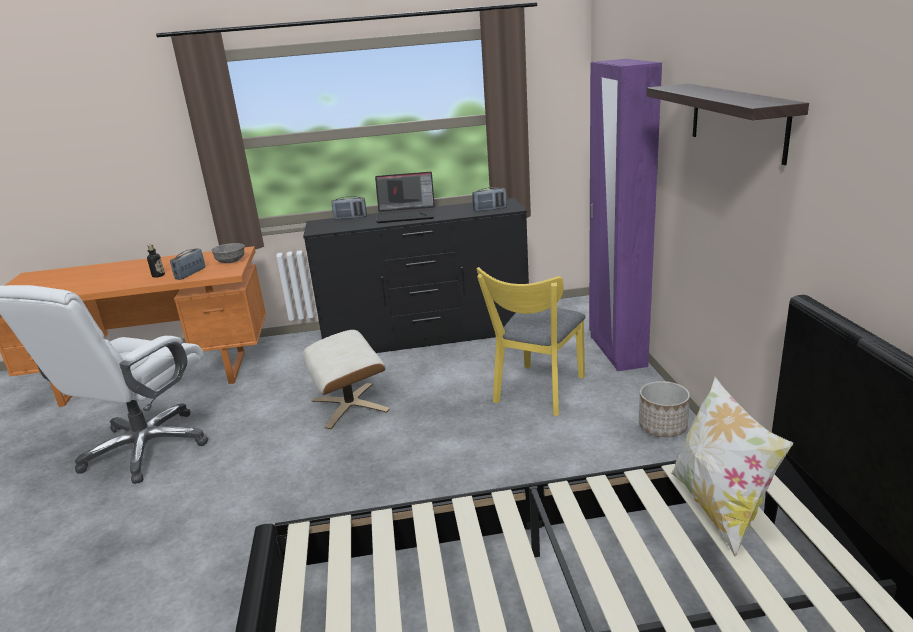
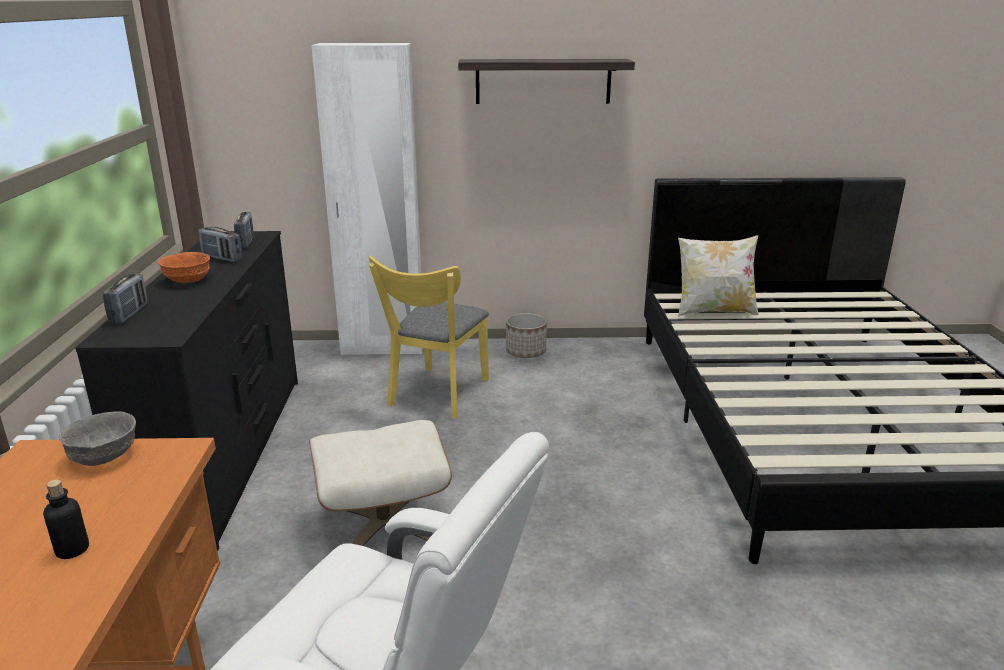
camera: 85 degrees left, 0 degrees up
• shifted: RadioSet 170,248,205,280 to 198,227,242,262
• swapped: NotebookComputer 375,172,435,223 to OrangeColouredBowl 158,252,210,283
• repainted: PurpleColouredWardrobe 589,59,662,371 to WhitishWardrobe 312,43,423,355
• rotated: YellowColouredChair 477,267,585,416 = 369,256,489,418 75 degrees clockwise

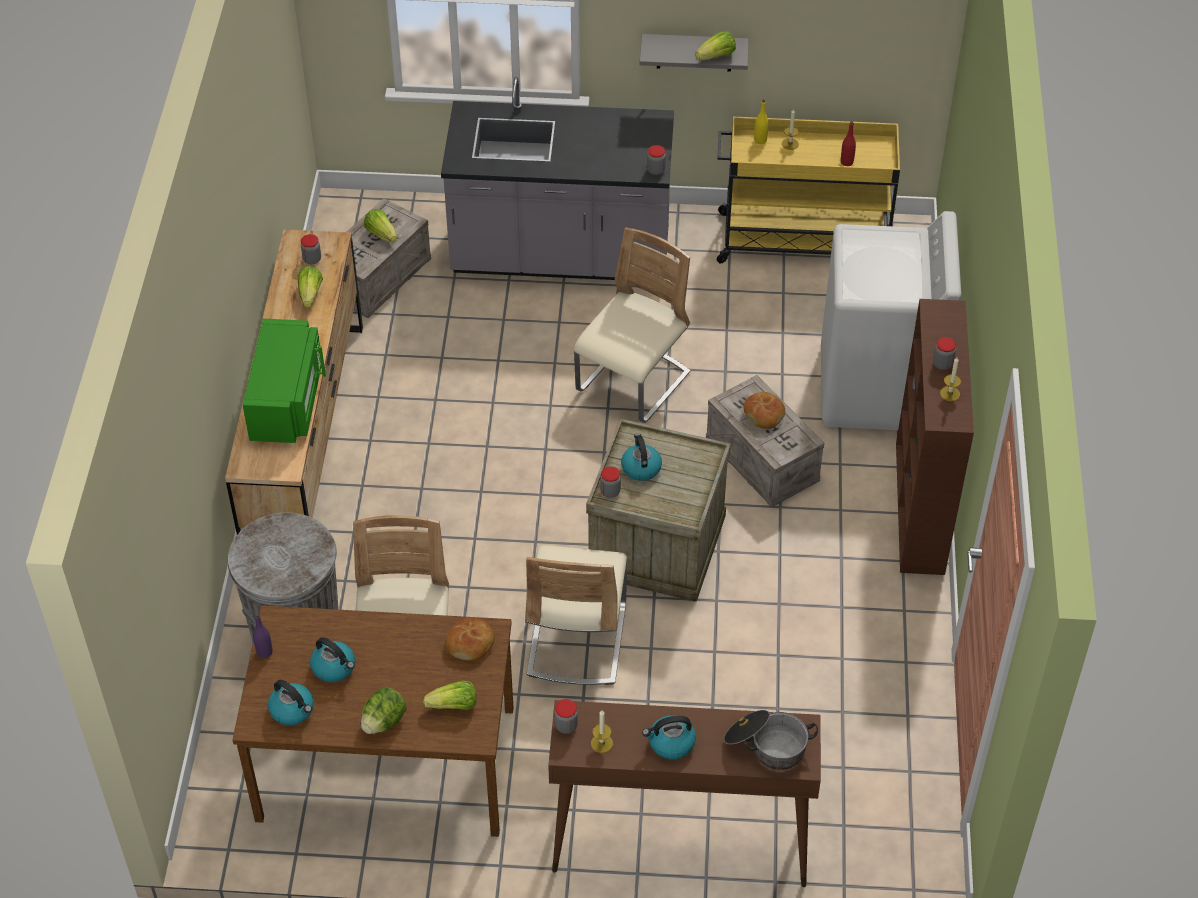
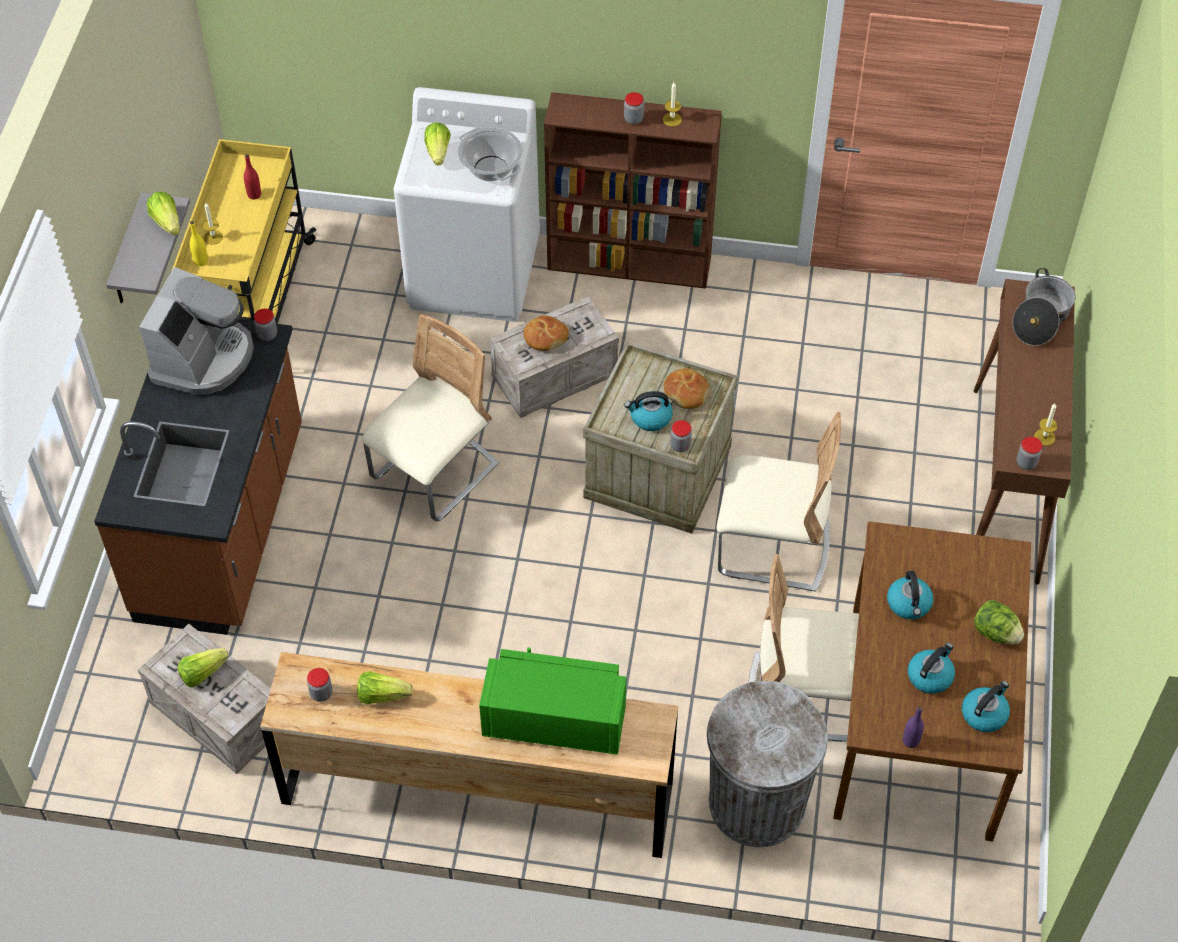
camera: 85 degrees left, 5 degrees up
• new: CoffeeMachine 139,267,254,395
• new: Saucepot 457,127,523,181
• shifted: HeadOfLettuce 423,680,477,710 to 424,122,451,165
• shifted: BakedBread 445,617,495,661 to 664,368,709,409
• shifted: TeaKettle 642,715,696,759 to 887,571,933,619
• repainted: GrayKitchenCounter 441,77,674,280 to BrownColouredKitchenCounter 94,319,302,635
• rotated: SandColouredChair 574,227,691,423 = 362,314,499,522 90 degrees clockwise

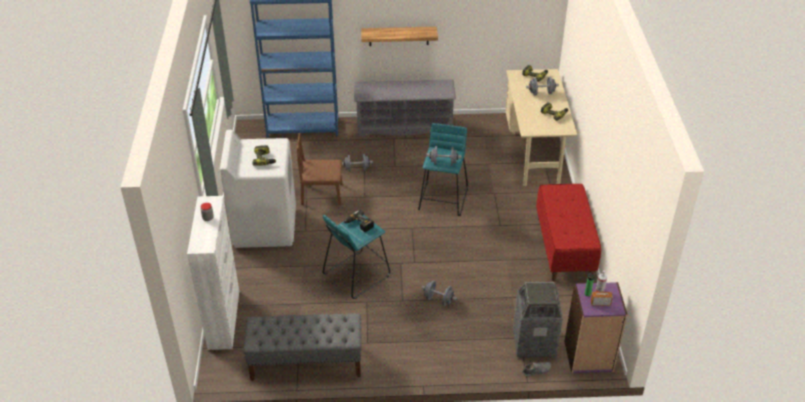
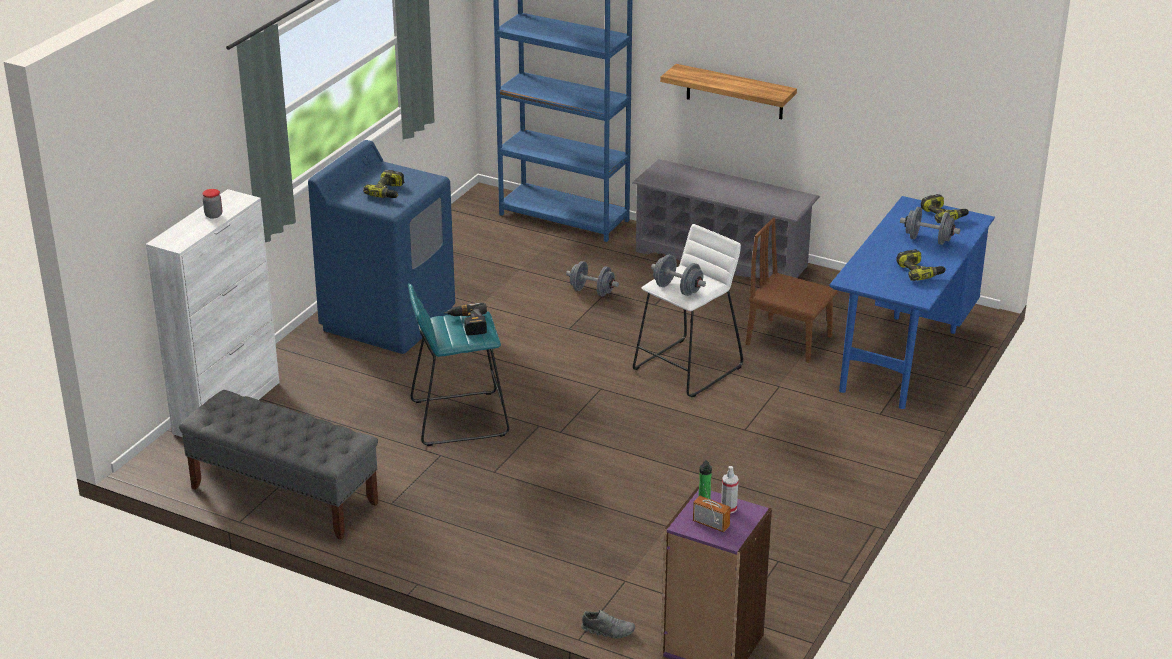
camera: 30 degrees right, 10 degrees down
• gone: GrayFreeWeight 422,280,457,306
• gone: RubbishBin 513,282,563,357
• gone: ReddishLongSeat 536,184,601,281
• shifted: BrownColouredChair 297,133,342,205 to 746,218,838,363
• repainted: WhitishLaundryAppliance 220,130,296,248 to BlueLaundryAppliance 308,140,455,354
• repainted: TurquoiseStool 418,123,468,216 to WhitishStool 633,224,743,397
• repainted: SandColouredDeskTable 505,69,577,186 to BlueDeskTable 829,196,995,409

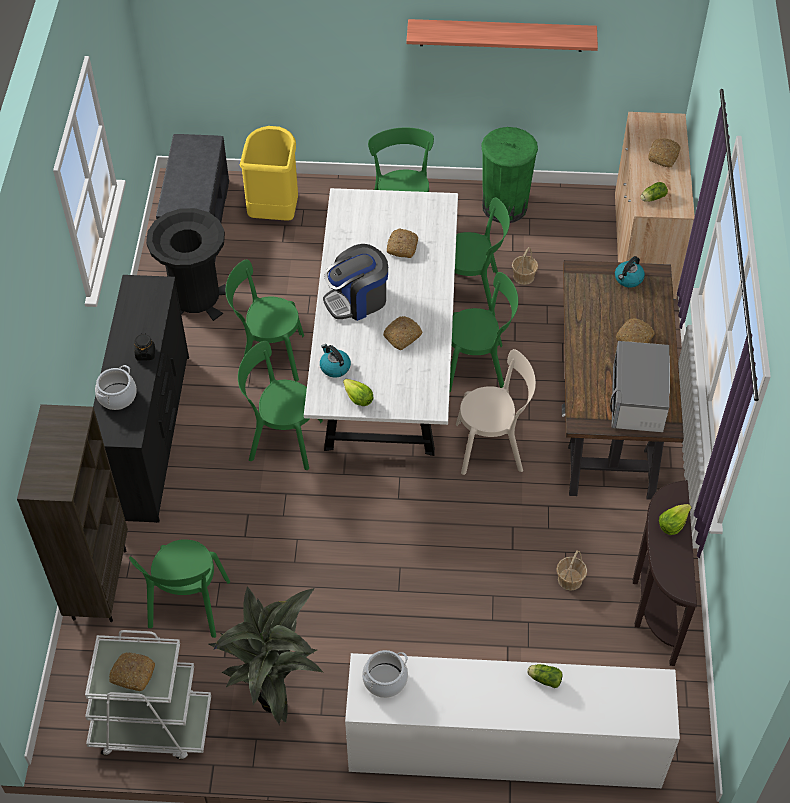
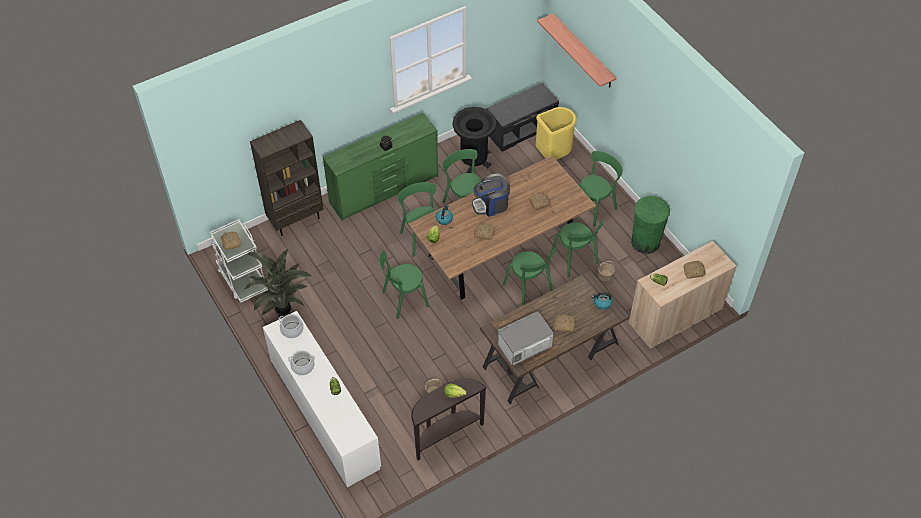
camera: 55 degrees right, 0 degrees up
• gone: SandColouredChair 456,349,536,475
• shifted: Saucepot 95,365,137,410 to 288,350,315,375
• shifted: GreenColouredChair 129,539,230,638 to 379,250,429,319
• shifted: BracketShelf 406,19,598,52 to 537,14,616,88
• repainted: BlackishDresser 93,275,189,523 to GreenColouredDresser 322,113,438,221
• repainted: WhitishKitchenTable 304,188,458,456 to BrownColouredKitchenTable 408,156,596,300
• rotated: CoffeeMachine 323,244,388,321 = 472,174,510,217 45 degrees counterclockwise

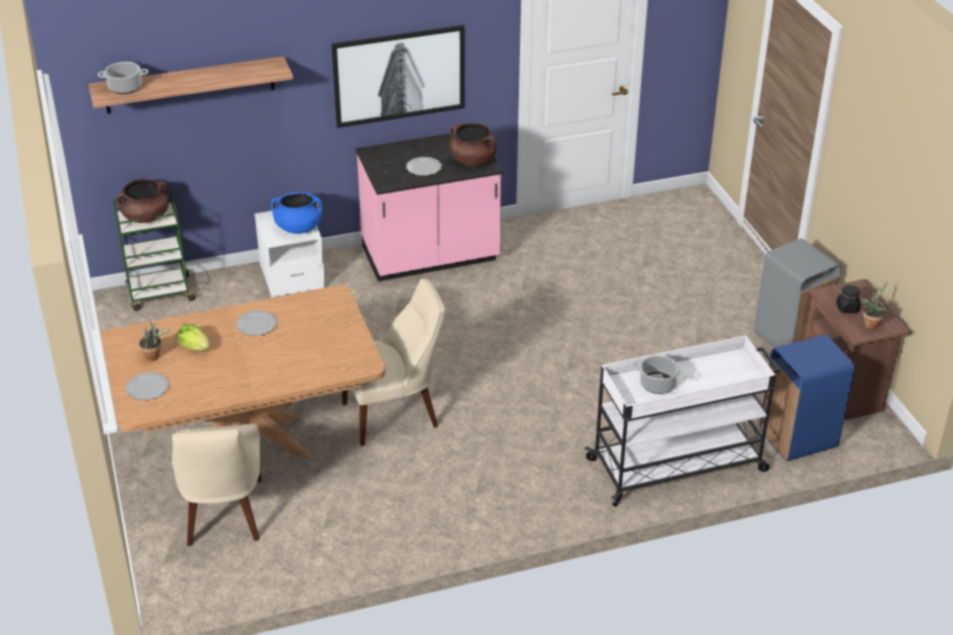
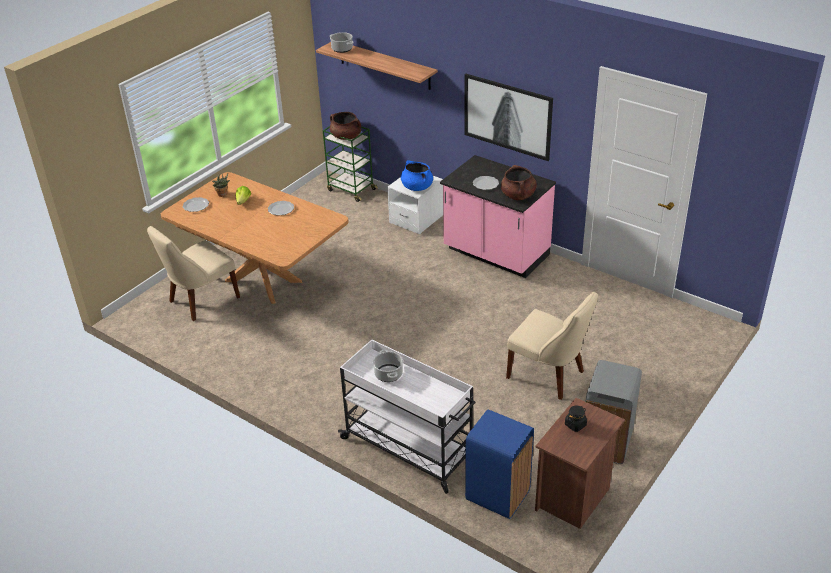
camera: 55 degrees right, 0 degrees up
• gone: PlantInAPot 860,282,888,329
• shifted: SandColouredChair 342,279,446,446 to 506,292,598,400

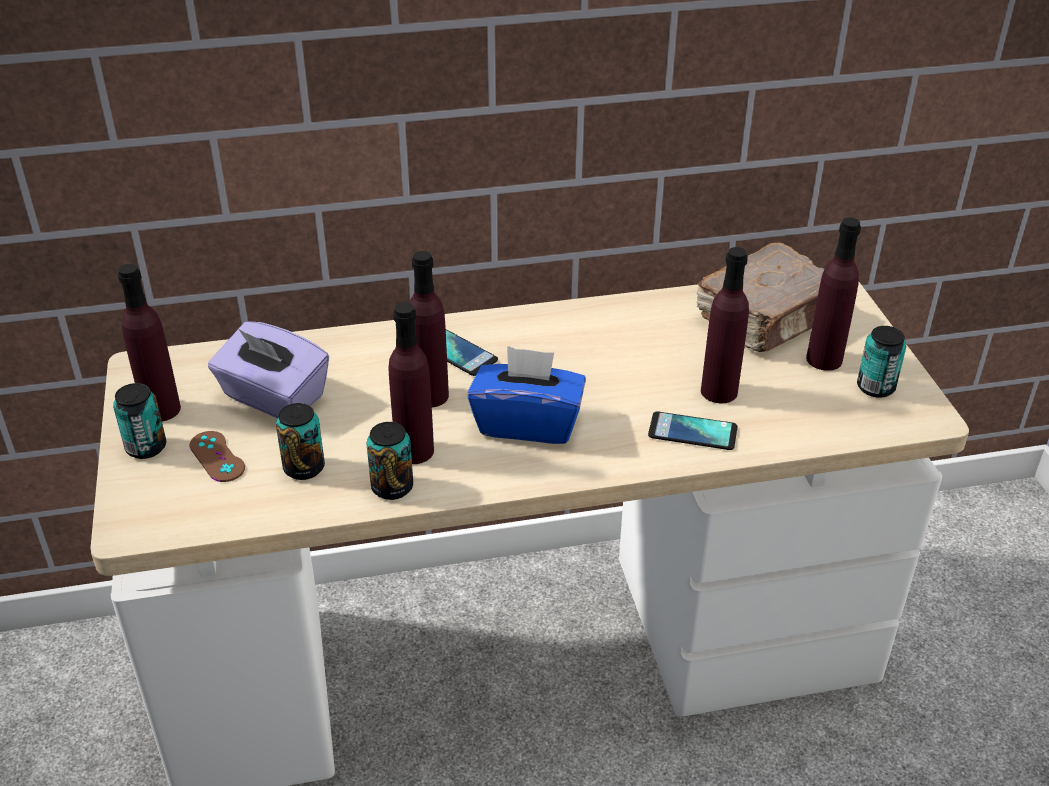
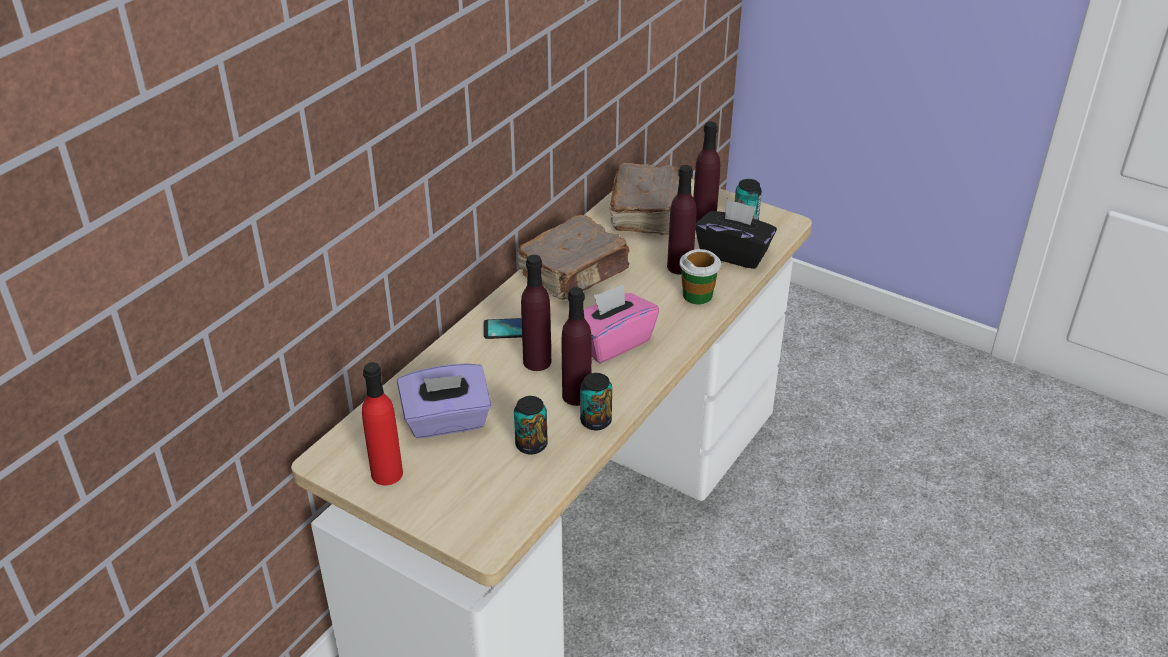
camera: 45 degrees left, 0 degrees up
• gone: SealedCan 113,383,166,459
• gone: BrownColouredGamepad 189,431,245,482
• new: BrownColouredVolume 517,215,630,300
• new: BlackishTissueBox 696,199,777,269
• swapped: Phone 648,411,738,450 to DrinkingCup 680,249,721,304
• repainted: PurpleColouredDrinkBottle 118,264,181,421 to ReddishDrinkBottle 362,362,403,485
• repainted: BlueTissueBox 467,346,586,444 to PinkTissueBox 584,284,659,363

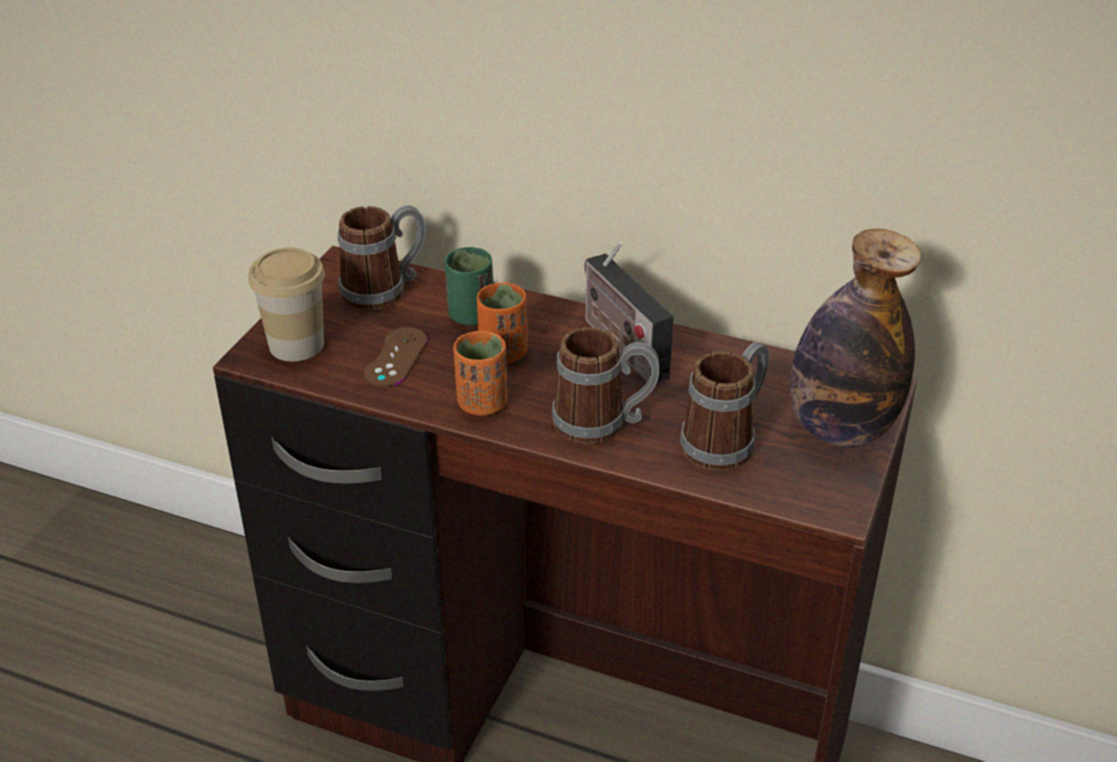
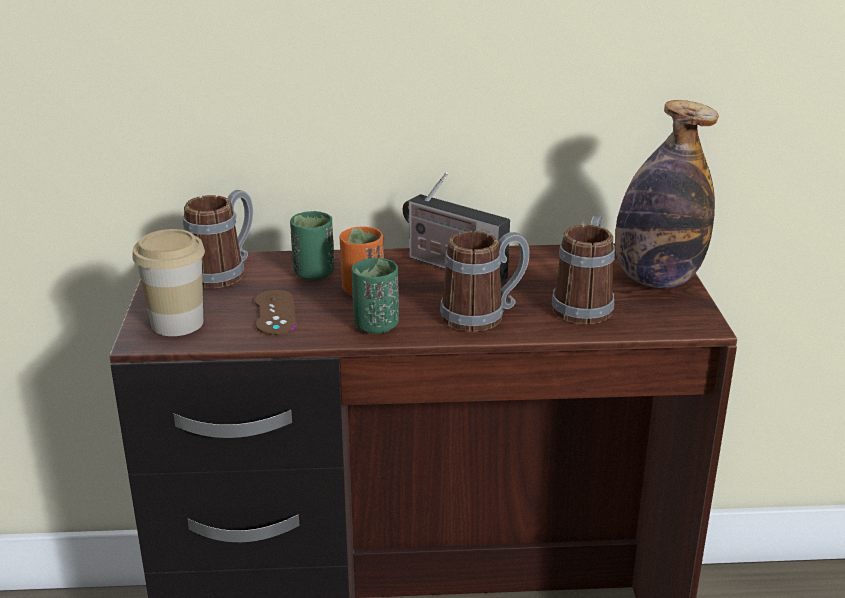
camera: 25 degrees left, 10 degrees down
• repainted: OrangeColouredDrinkingCup 454,331,508,416 to GreenColouredDrinkingCup 352,258,399,334

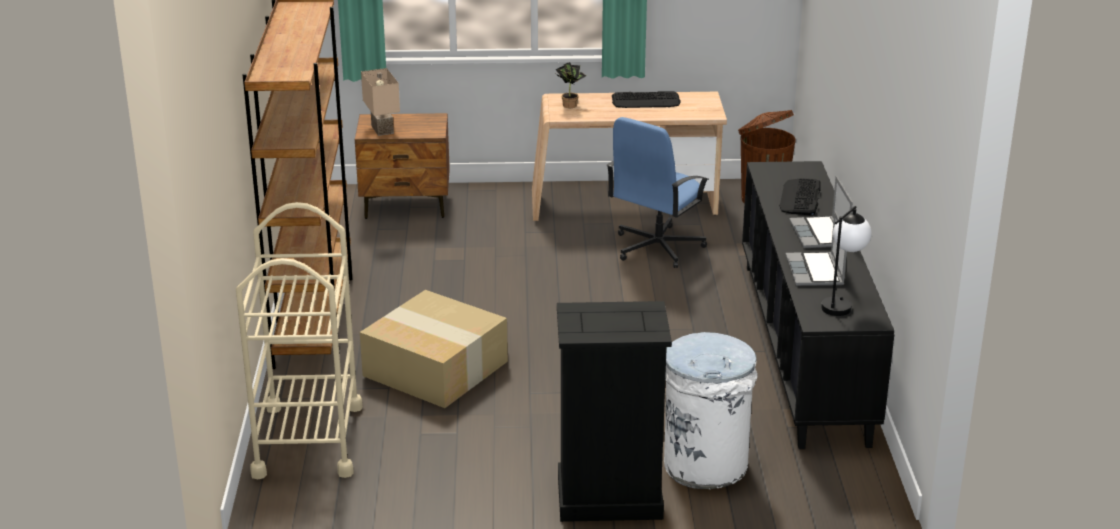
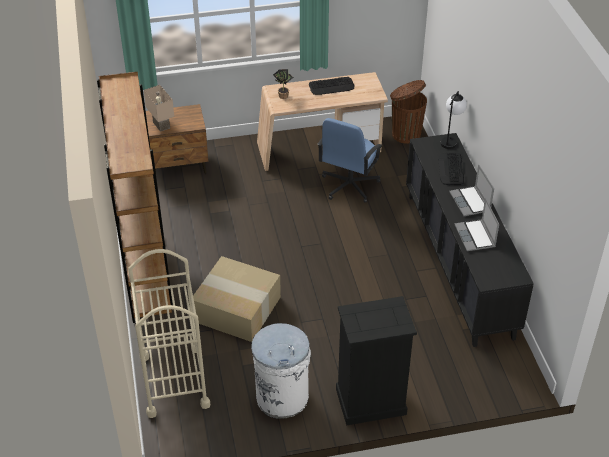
camera: 10 degrees left, 15 degrees up
• shifted: WhitishRubbishBin 664,332,758,489 to 251,323,311,419
• shifted: TableLamp 821,206,872,316 to 441,91,467,149

